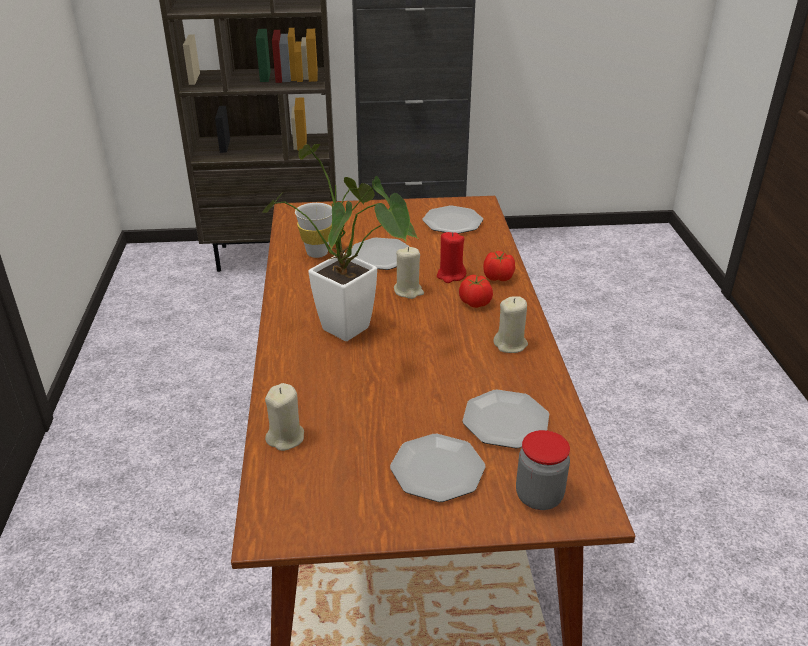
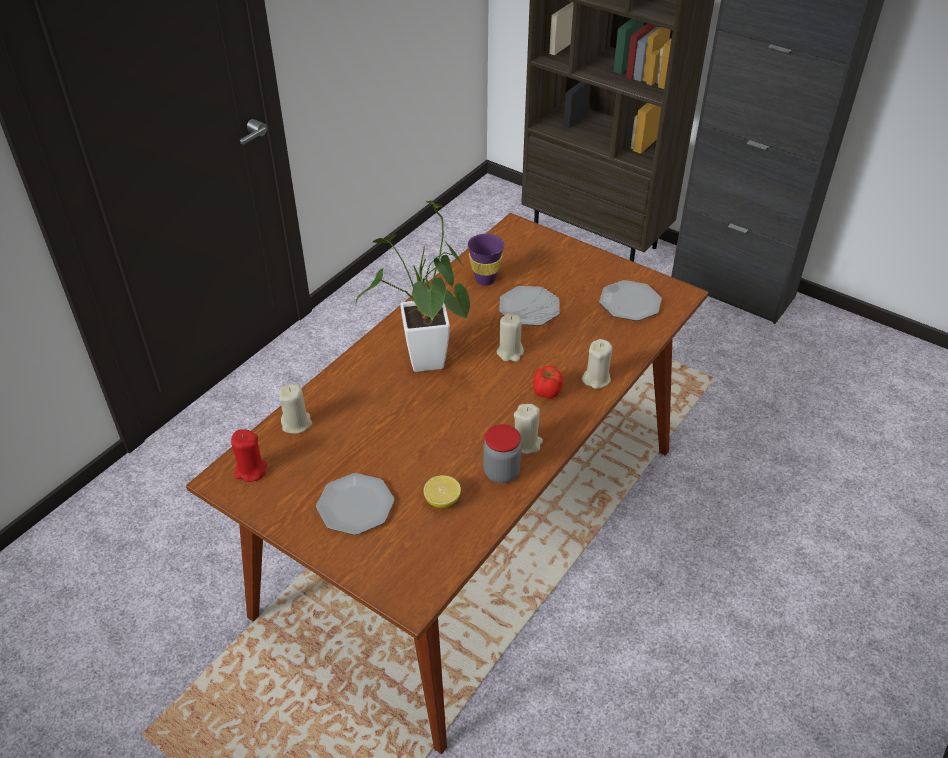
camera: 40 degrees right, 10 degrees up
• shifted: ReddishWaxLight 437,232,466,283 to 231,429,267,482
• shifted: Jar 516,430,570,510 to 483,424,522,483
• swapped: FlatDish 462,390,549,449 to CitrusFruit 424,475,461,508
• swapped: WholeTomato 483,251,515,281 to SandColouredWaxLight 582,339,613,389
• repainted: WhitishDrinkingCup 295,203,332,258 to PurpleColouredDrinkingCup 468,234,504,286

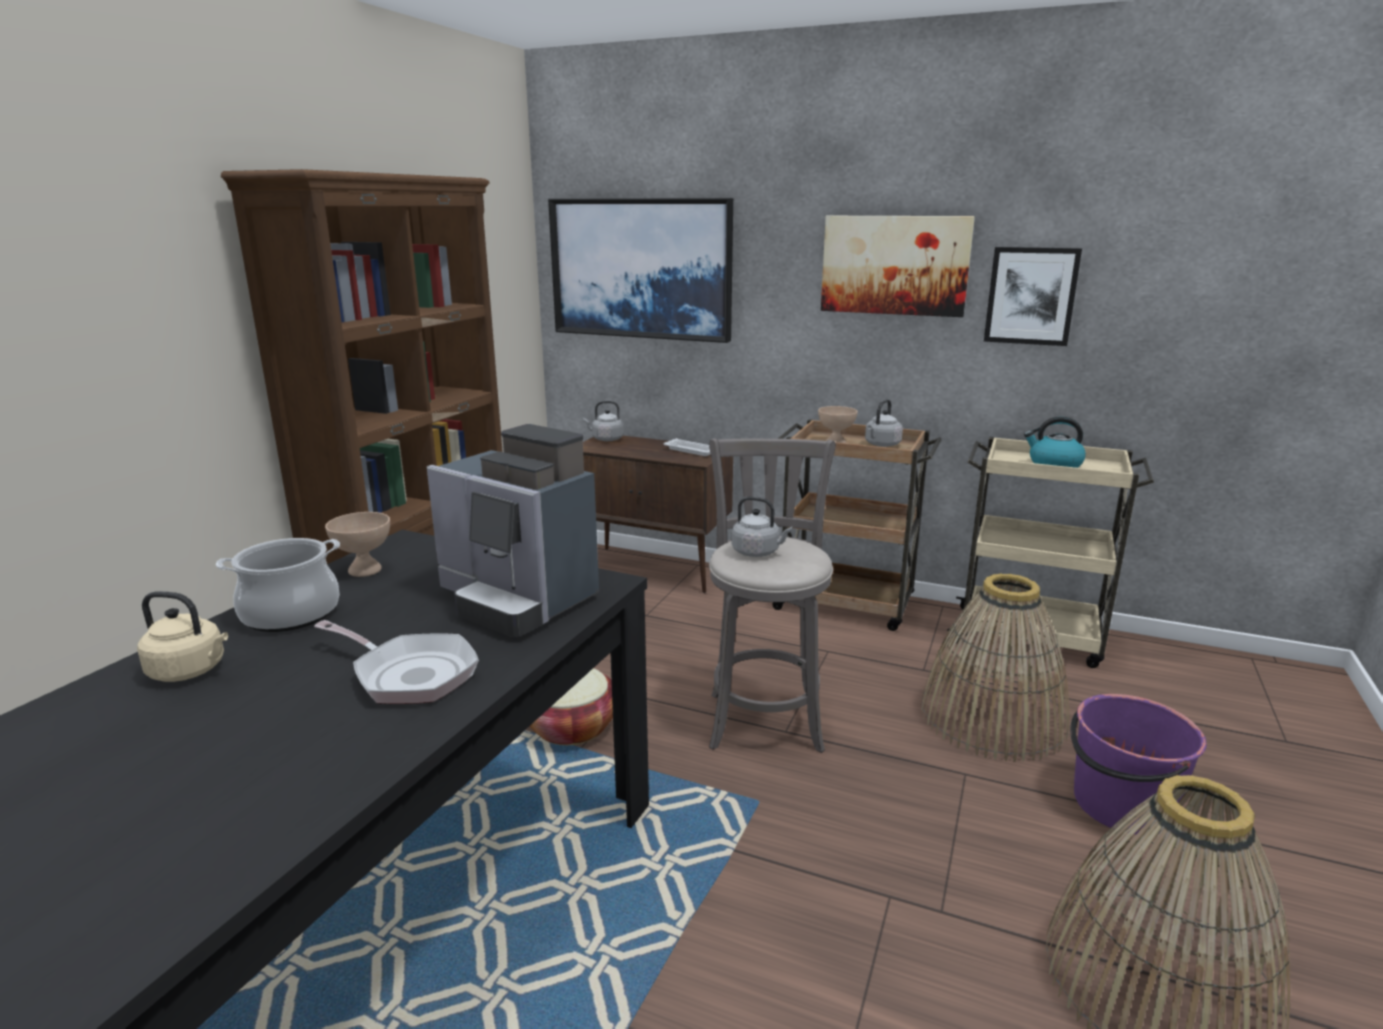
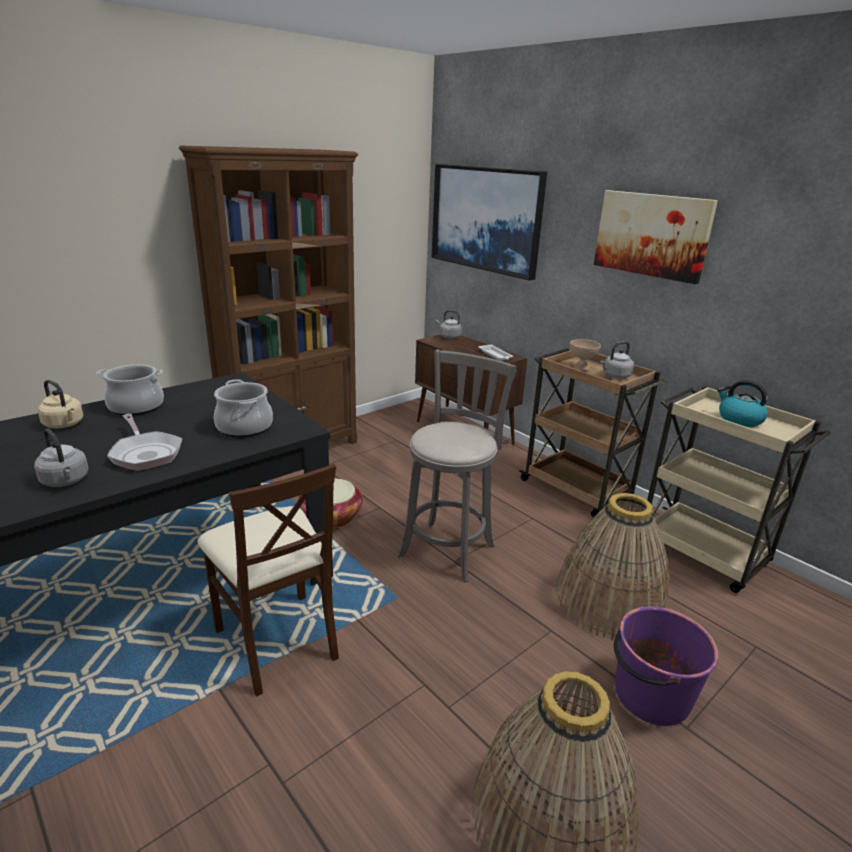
camera: 25 degrees right, 5 degrees up
• gone: SandColouredBowl 325,512,390,577
• gone: WallPicture 984,247,1082,346
• new: SandColouredChair 197,464,339,697
• shifted: GrayTeaKettle 732,496,792,557 to 34,429,89,487
• swapped: CoffeeMachine 427,424,599,637 to Saucepot 214,379,273,437

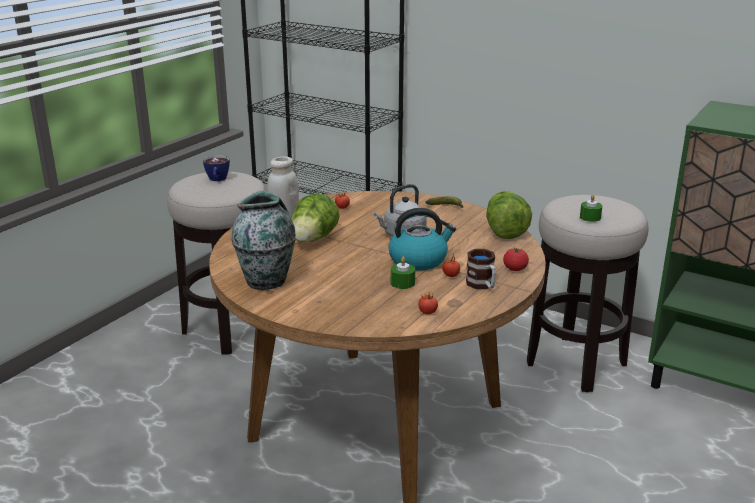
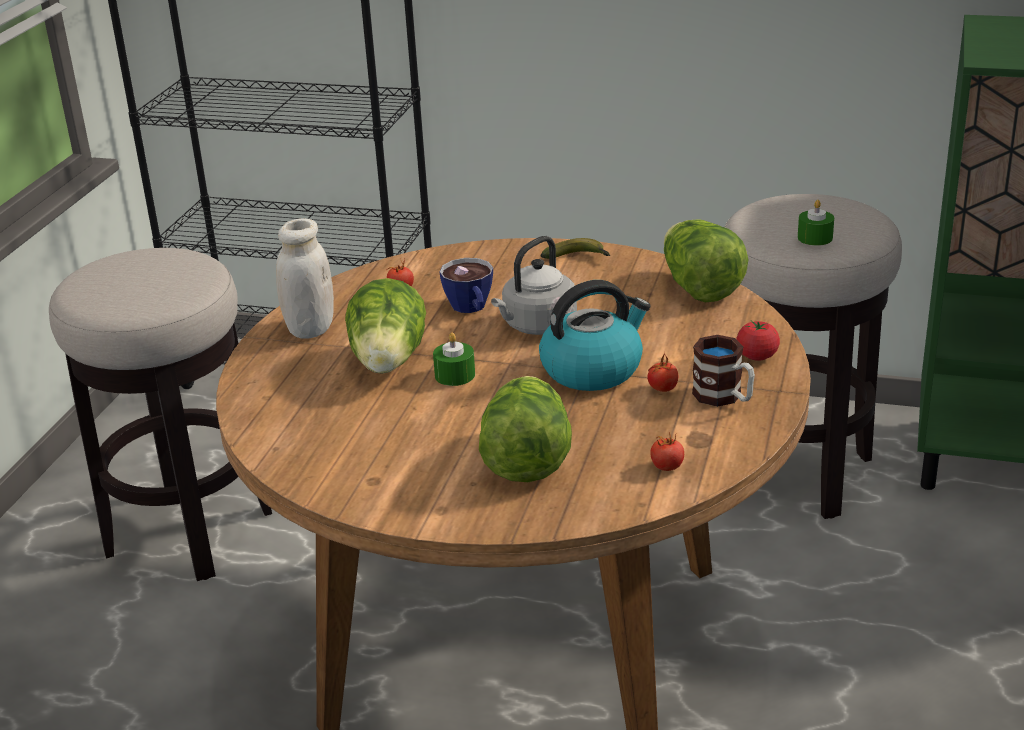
camera: 15 degrees left, 5 degrees up
• gone: DecorativeVase 231,192,296,290
• new: HeadOfLettuce 479,376,572,482
• shifted: DrinkingCup 203,155,230,181 to 440,258,493,313
• shifted: GreenColouredWaxLight 391,257,415,289 to 433,333,475,386

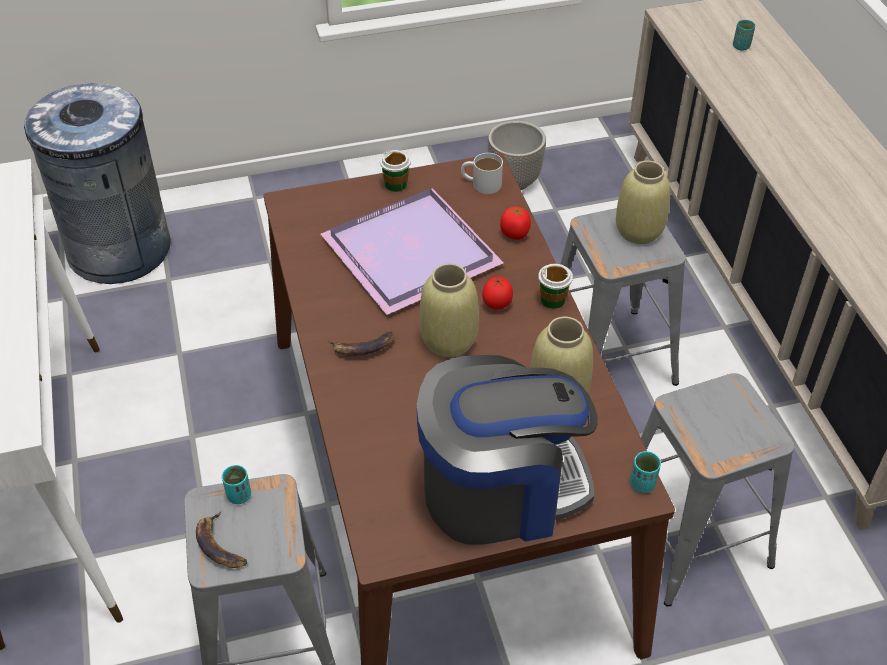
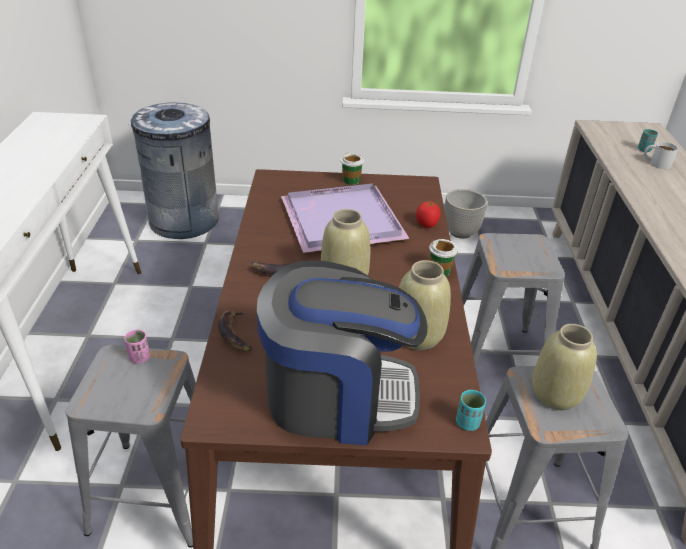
camera: 15 degrees right, 10 degrees down
• gone: WholeTomato 482,276,513,310
• shifted: WholeBanana 196,511,247,568 to 218,311,252,351
• shifted: WhitishTeaMug 461,153,503,194 to 644,142,678,169
• shifted: SandColouredDecorativeVase 616,161,670,244 to 532,324,597,410
• repainted: TurquoiseDrinkingCup 222,465,251,504 to PinkDrinkingCup 124,330,150,364

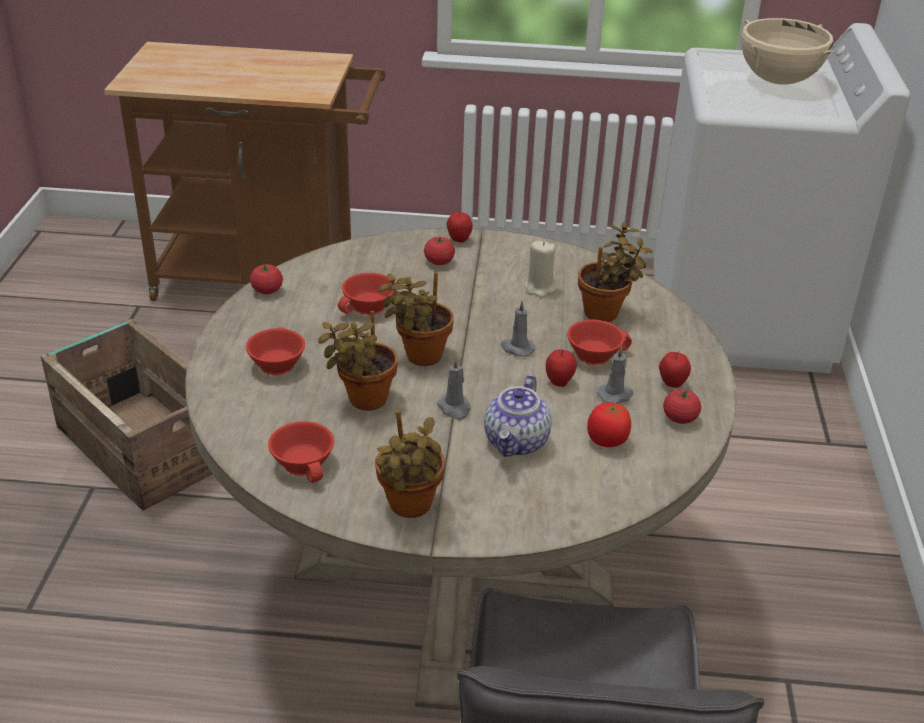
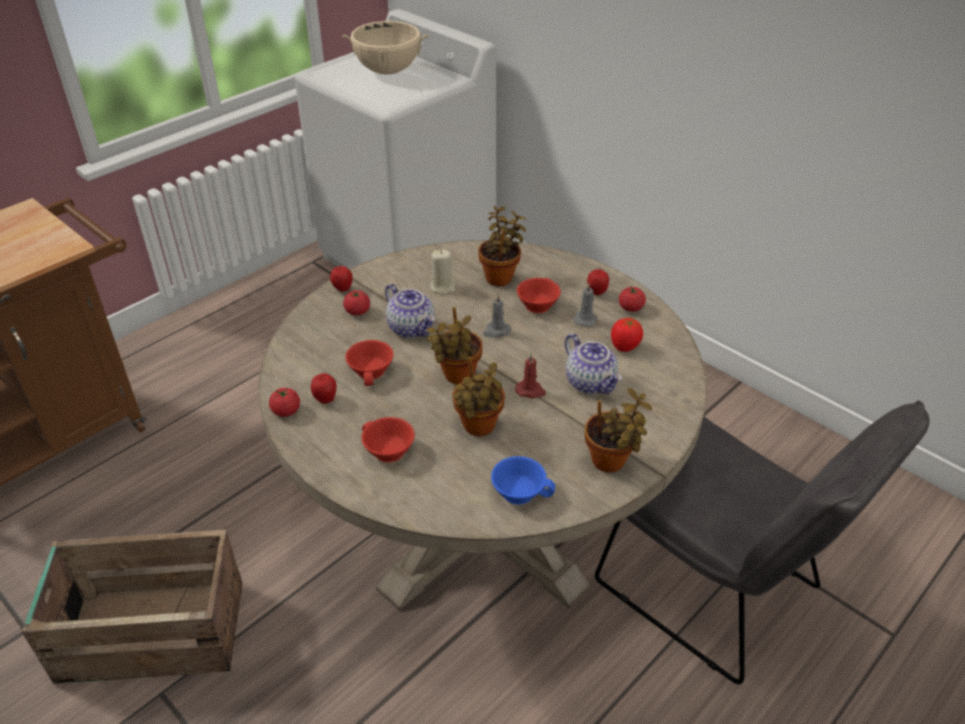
camera: 50 degrees left, 5 degrees up
• new: PotForTea 385,284,435,338
• shifted: AppleFruit 546,349,577,387 to 311,373,336,404
• repainted: ReddishDrinkingCup 268,421,334,483 to BlueDrinkingCup 491,456,555,505
• repainted: GrayWaxLight 437,357,471,420 to ReddishWaxLight 515,352,546,399

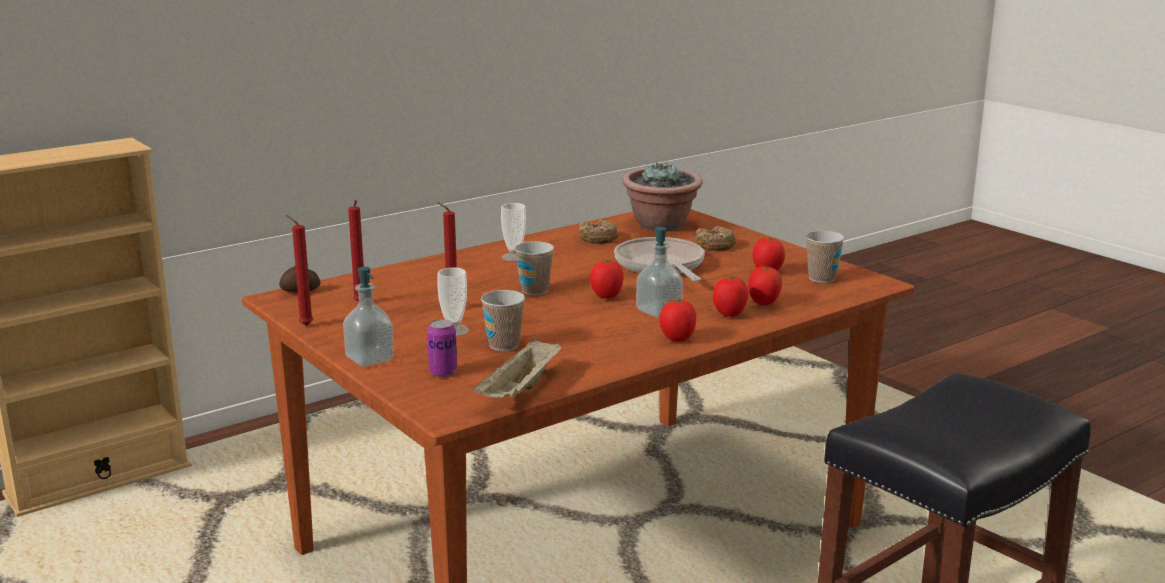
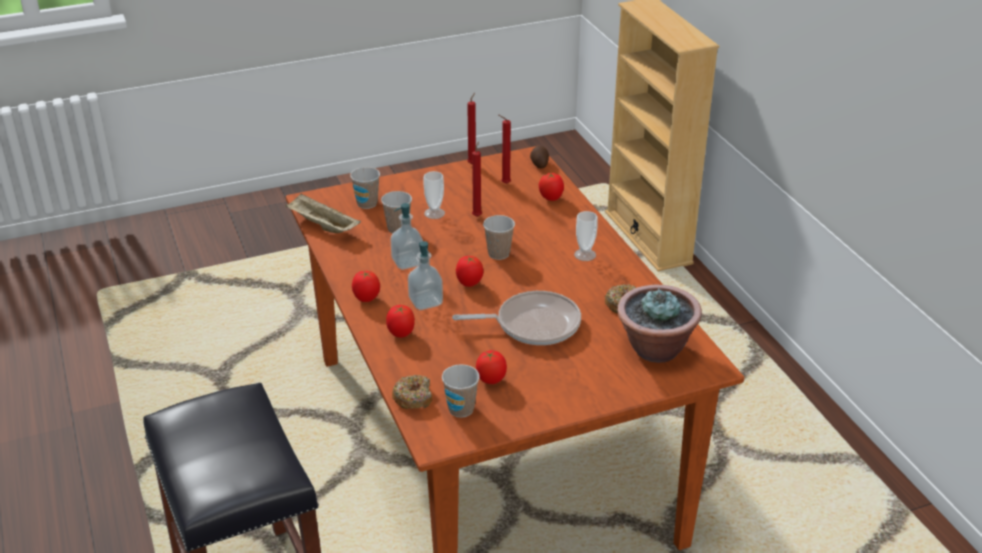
camera: 105 degrees right, 15 degrees up
• shifted: LiquidSoapBottle 343,267,394,367 to 390,203,423,270
• shifted: RingDoughnut 695,226,736,251 to 392,375,432,409
• shifted: WholeTomato 748,266,782,305 to 539,172,564,201
• swapped: SealedCan 427,319,457,377 to DrinkingCup 350,167,380,209

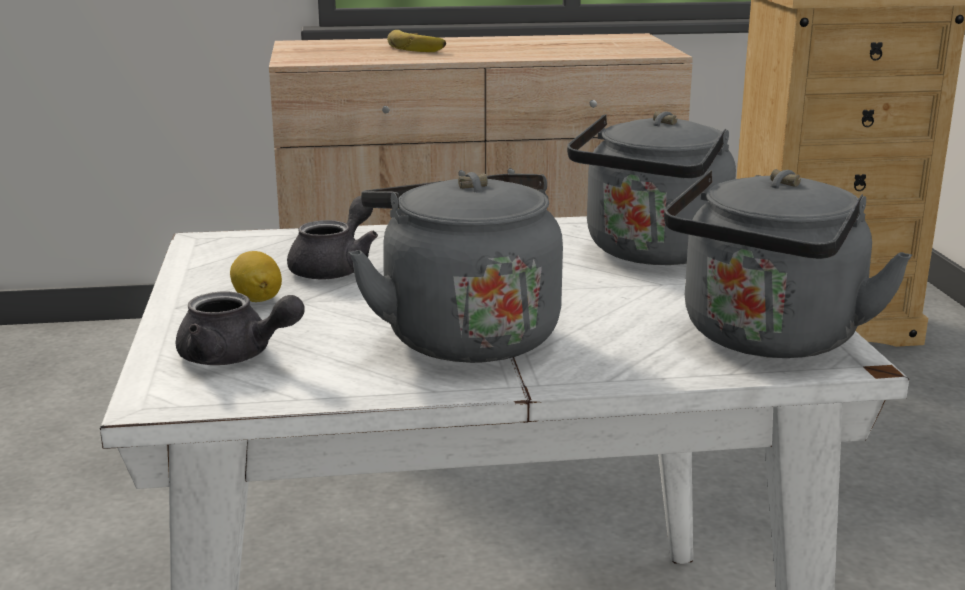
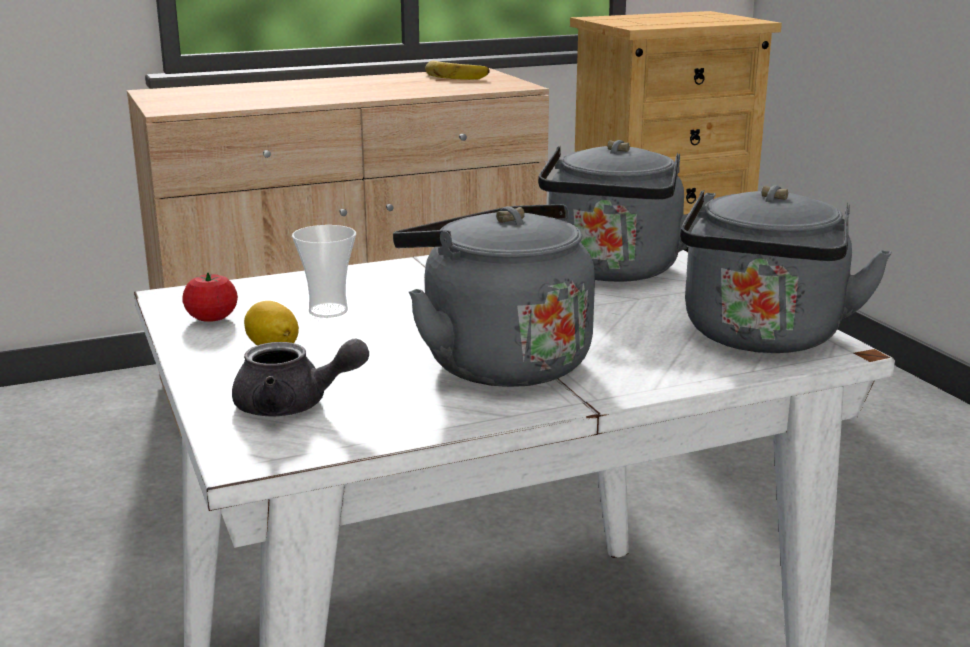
camera: 15 degrees left, 0 degrees up
• new: WholeTomato 182,273,238,322
• shifted: WholeBanana 387,30,446,52 to 425,61,490,80
• swapped: GrayPotForTea 287,196,378,280 to DrinkingCup 292,225,356,318

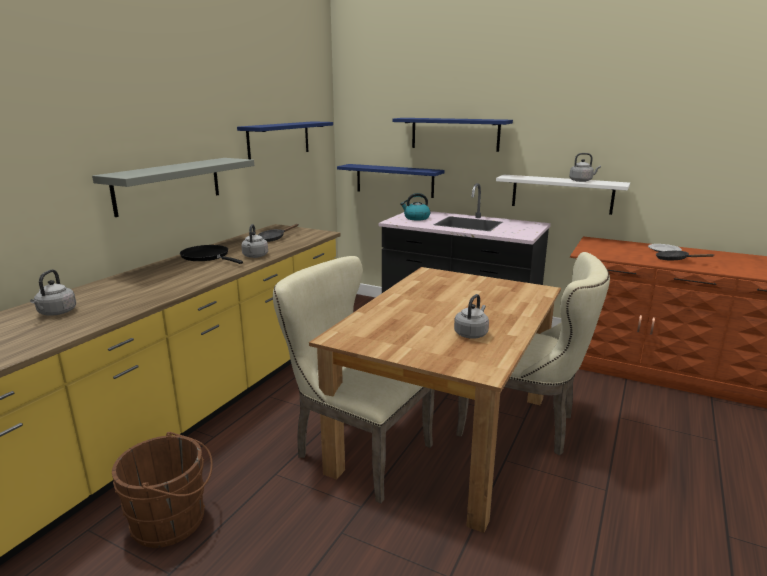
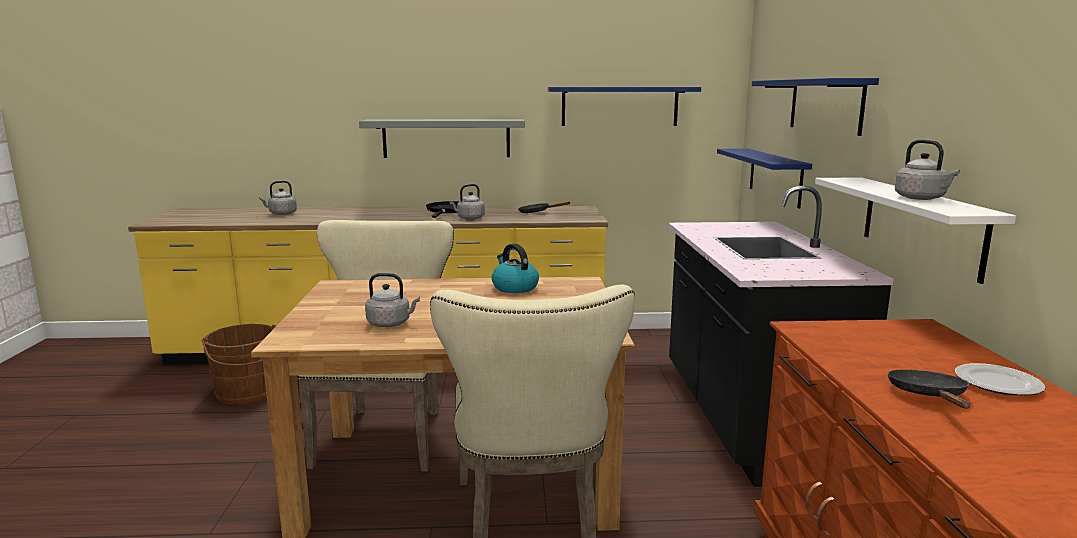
camera: 60 degrees right, 5 degrees down
• shifted: TeaKettle 400,193,430,221 to 492,243,539,293

